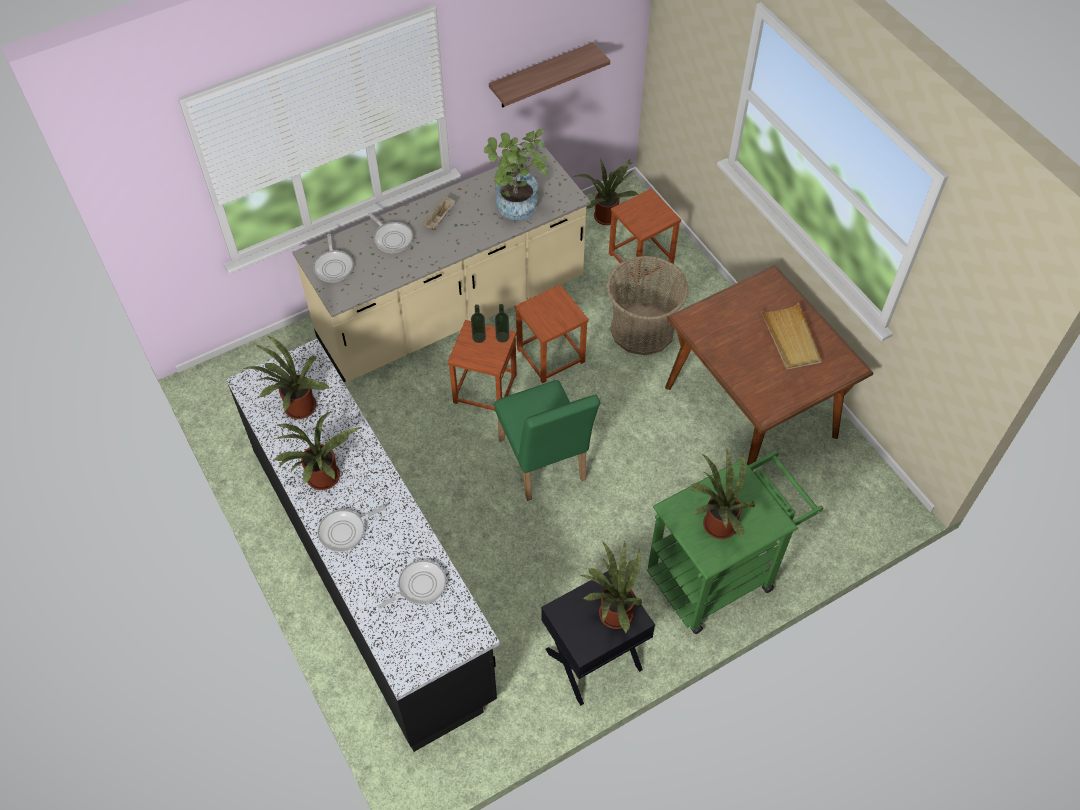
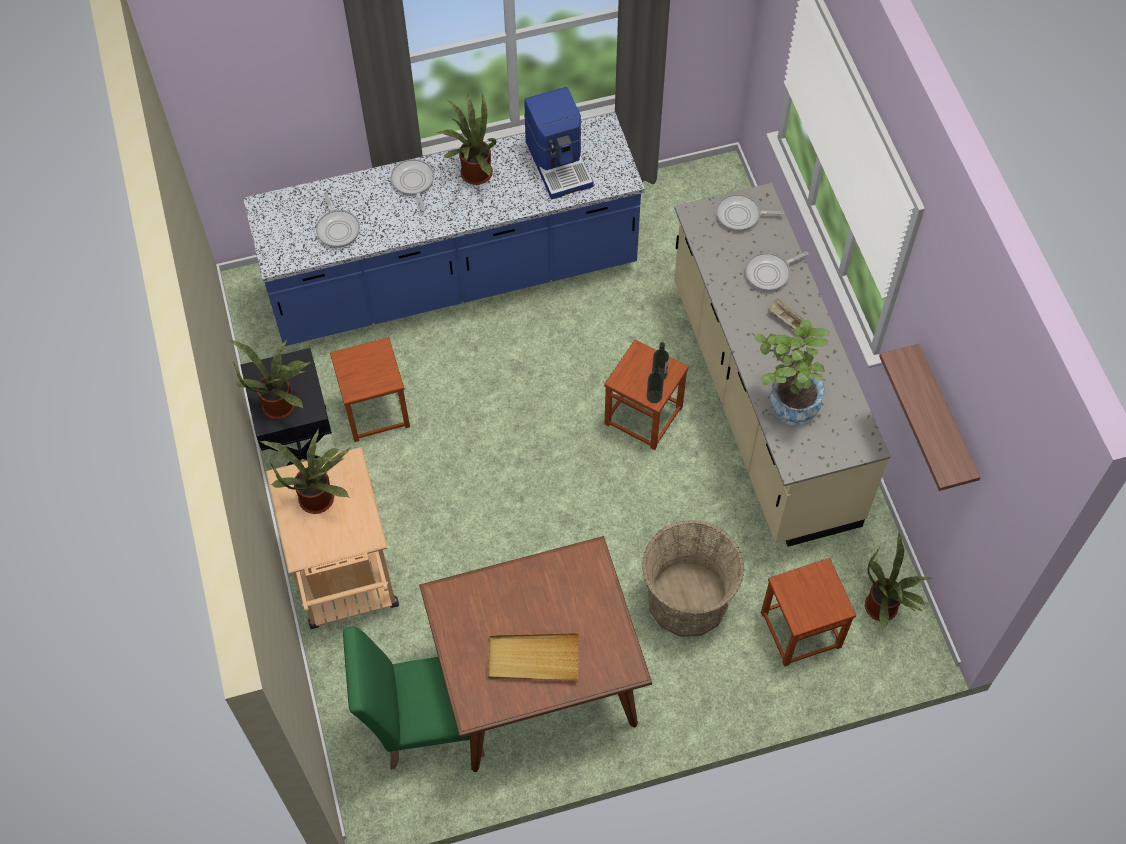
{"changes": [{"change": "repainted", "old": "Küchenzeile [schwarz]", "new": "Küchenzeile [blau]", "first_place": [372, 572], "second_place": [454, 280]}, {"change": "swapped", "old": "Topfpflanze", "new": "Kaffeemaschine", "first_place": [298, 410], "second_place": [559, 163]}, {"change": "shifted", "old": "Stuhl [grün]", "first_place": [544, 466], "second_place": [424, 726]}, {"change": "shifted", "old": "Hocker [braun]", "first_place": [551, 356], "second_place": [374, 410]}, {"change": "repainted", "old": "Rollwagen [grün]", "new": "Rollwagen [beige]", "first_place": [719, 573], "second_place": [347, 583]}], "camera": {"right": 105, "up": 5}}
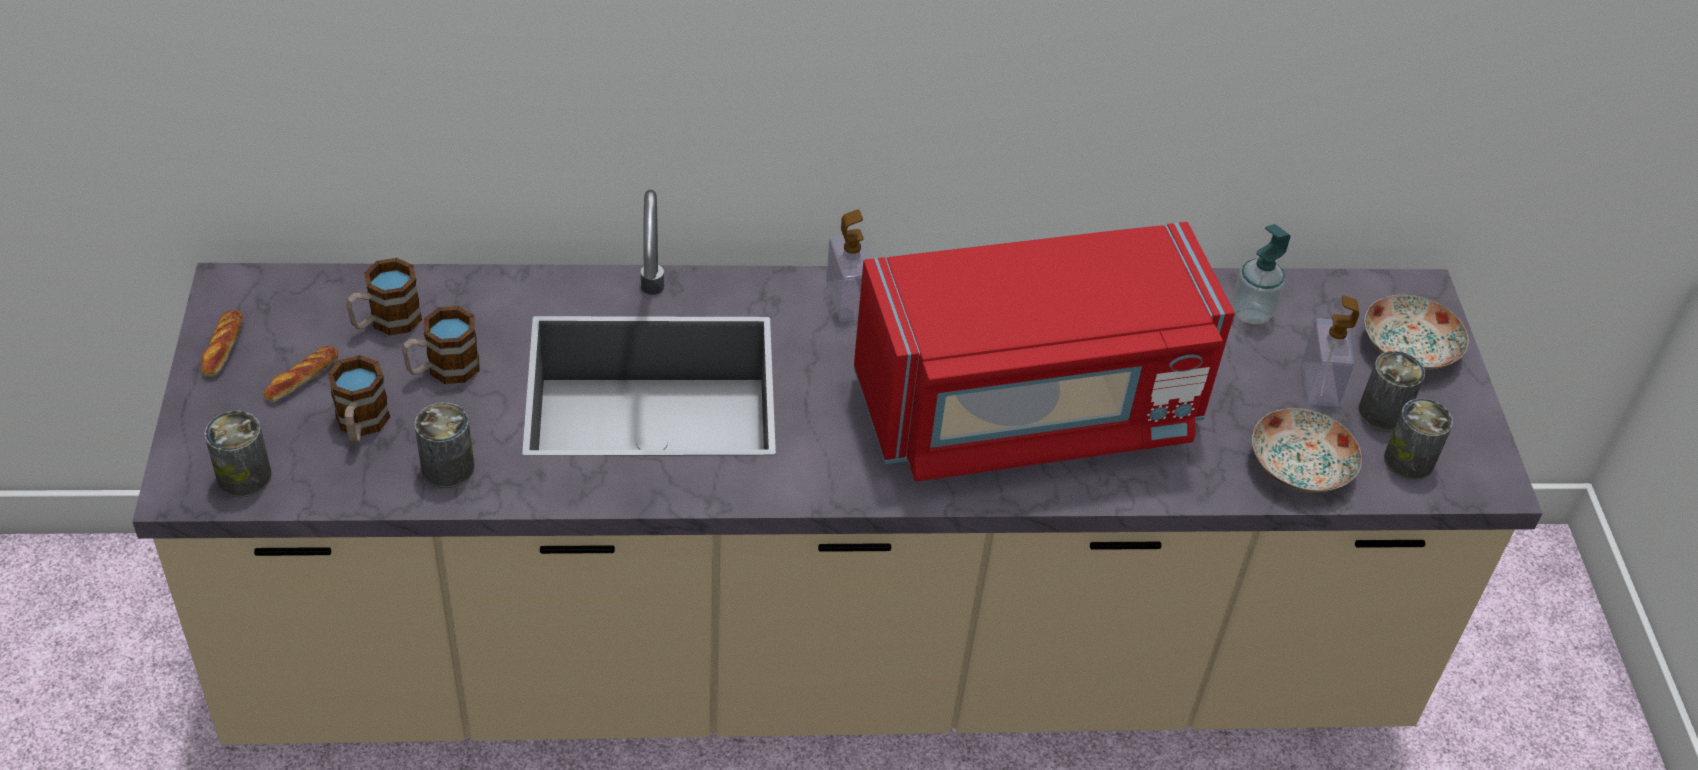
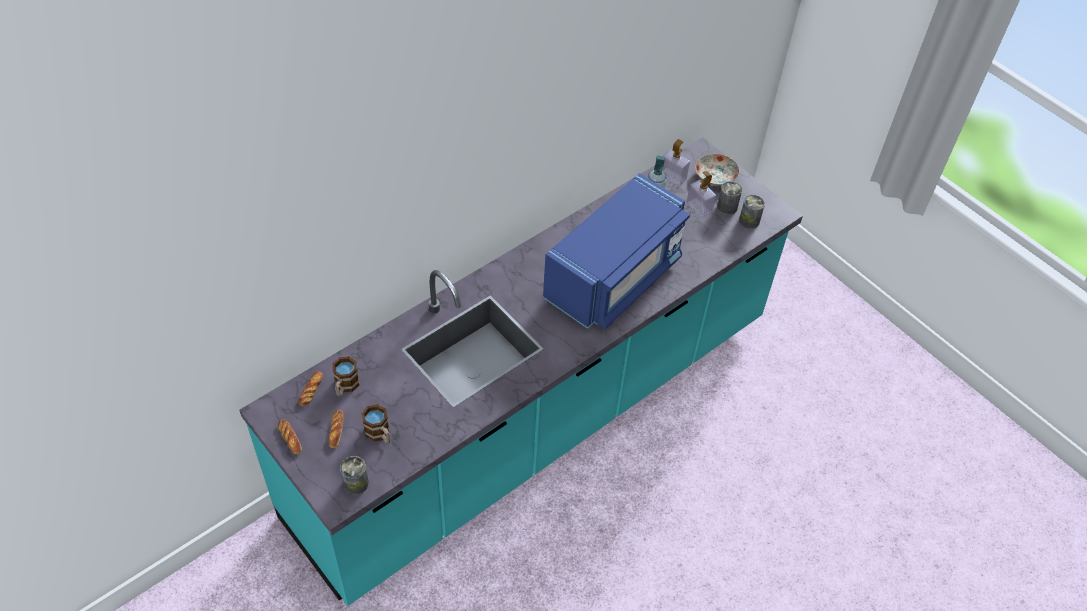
{"changes": [{"change": "repainted", "old": "Küchenzeile [beige]", "new": "Küchenzeile [türkis]", "first_place": [824, 655], "second_place": [536, 418]}, {"change": "gone", "old": "Henkelbecher", "first_place": [443, 369]}, {"change": "gone", "old": "Dose", "first_place": [448, 468]}, {"change": "shifted", "old": "Seifenspender", "first_place": [847, 300], "second_place": [672, 177]}, {"change": "repainted", "old": "Mikrowelle [rot]", "new": "Mikrowelle [blau]", "first_place": [1028, 411], "second_place": [614, 277]}, {"change": "gone", "old": "Teller", "first_place": [1298, 466]}, {"change": "new", "new": "Brot", "second_place": [311, 390]}], "camera": {"right": -35, "up": 5}}
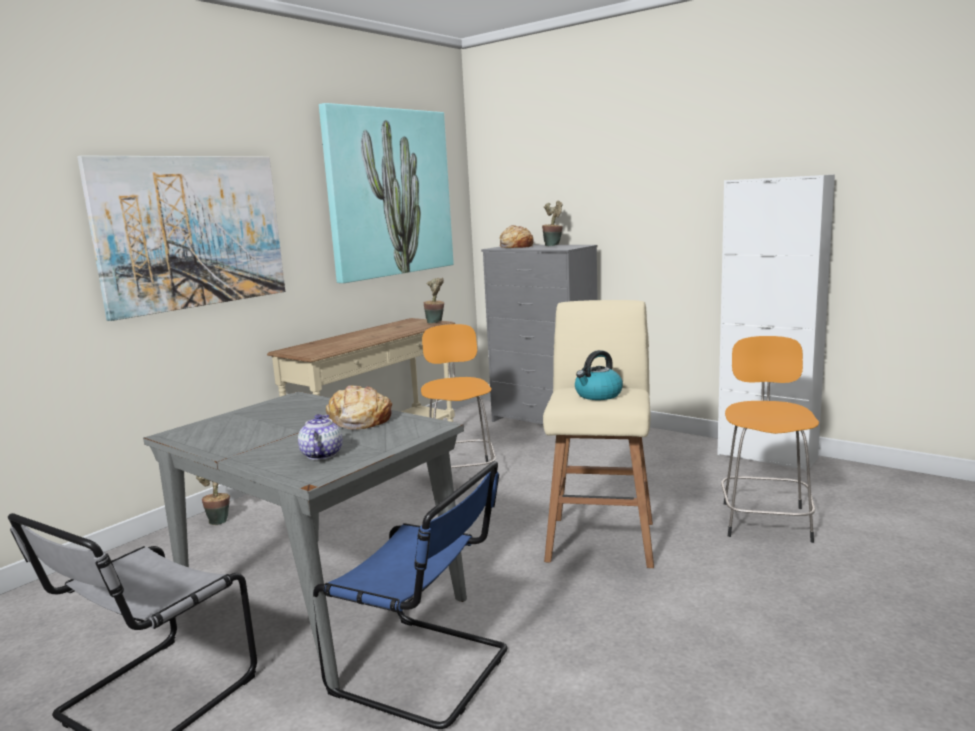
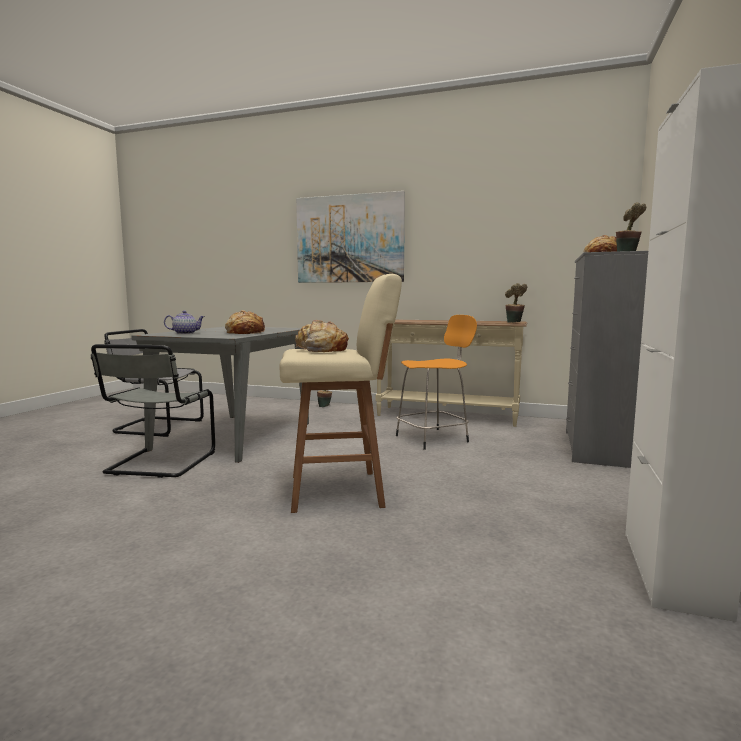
{"changes": [{"change": "repainted", "old": "Stuhl [blau]", "new": "Stuhl [grau]", "first_place": [426, 671], "second_place": [159, 464]}, {"change": "gone", "old": "Bild", "first_place": [389, 193]}, {"change": "swapped", "old": "Wasserkessel", "new": "Brot", "first_place": [598, 395], "second_place": [320, 350]}, {"change": "gone", "old": "Hocker [orange]", "first_place": [765, 520]}], "camera": {"right": 70, "up": -5}}
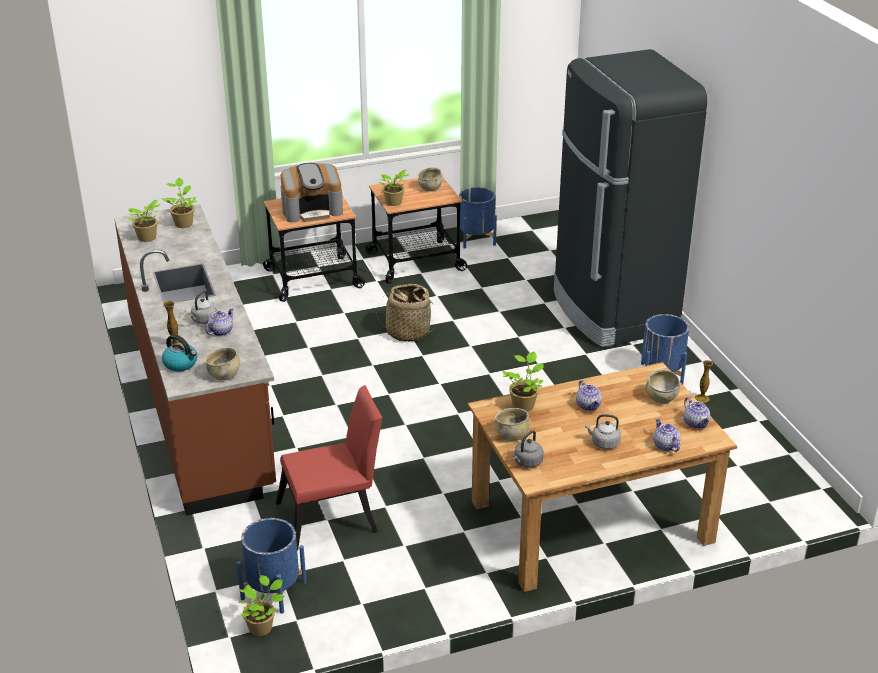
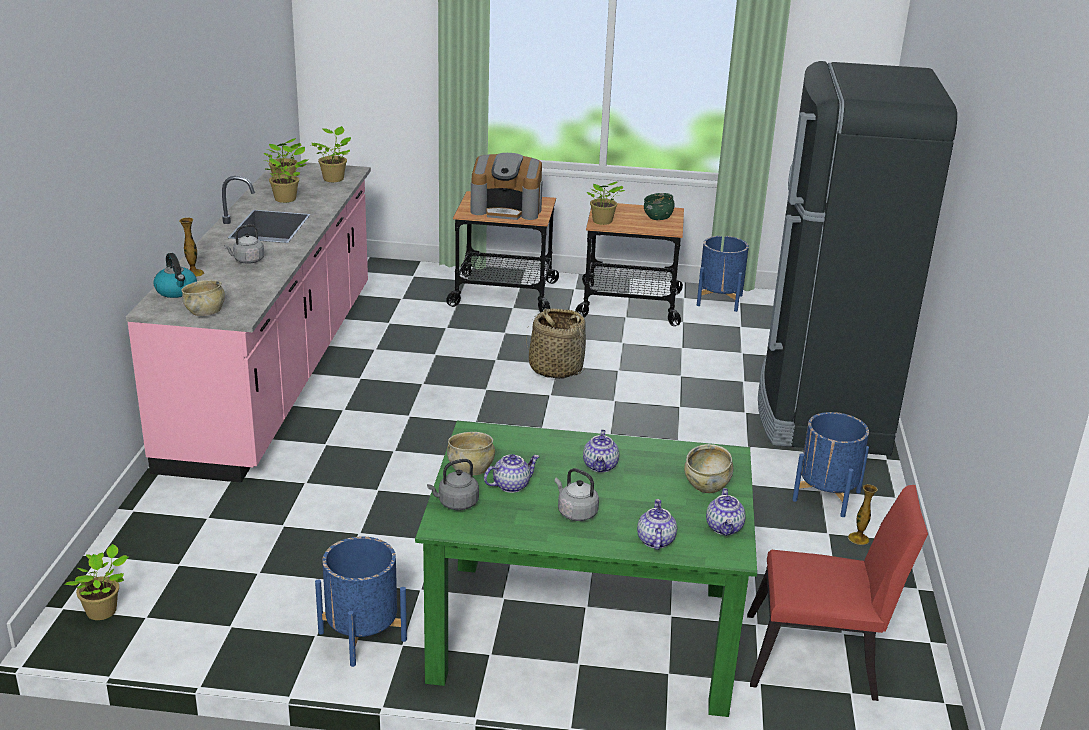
{"changes": [{"change": "repainted", "old": "Küchenzeile [braun]", "new": "Küchenzeile [rosa]", "first_place": [200, 400], "second_place": [276, 372]}, {"change": "shifted", "old": "Teekanne", "first_place": [221, 331], "second_place": [511, 485]}, {"change": "shifted", "old": "Pflanzkübel [blau]", "first_place": [273, 590], "second_place": [362, 636]}, {"change": "shifted", "old": "Stuhl [rot]", "first_place": [334, 517], "second_place": [821, 659]}, {"change": "repainted", "old": "Schüssel [beige]", "new": "Schüssel [grün]", "first_place": [430, 188], "second_place": [658, 217]}, {"change": "repainted", "old": "Esstisch [braun]", "new": "Esstisch [grün]", "first_place": [591, 520], "second_place": [586, 631]}, {"change": "shifted", "old": "Topfpflanze", "first_place": [523, 405], "second_place": [287, 198]}], "camera": {"right": 25, "up": -5}}
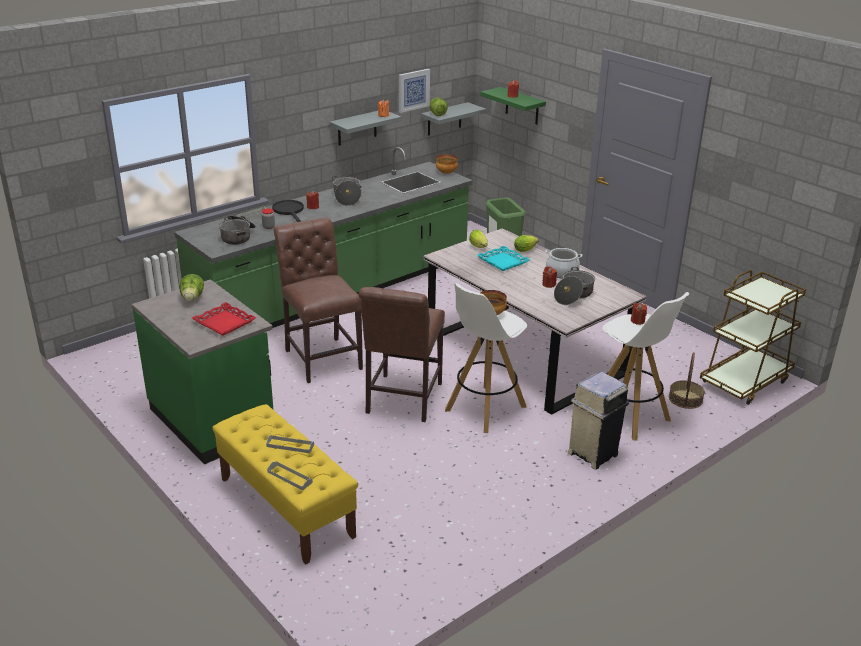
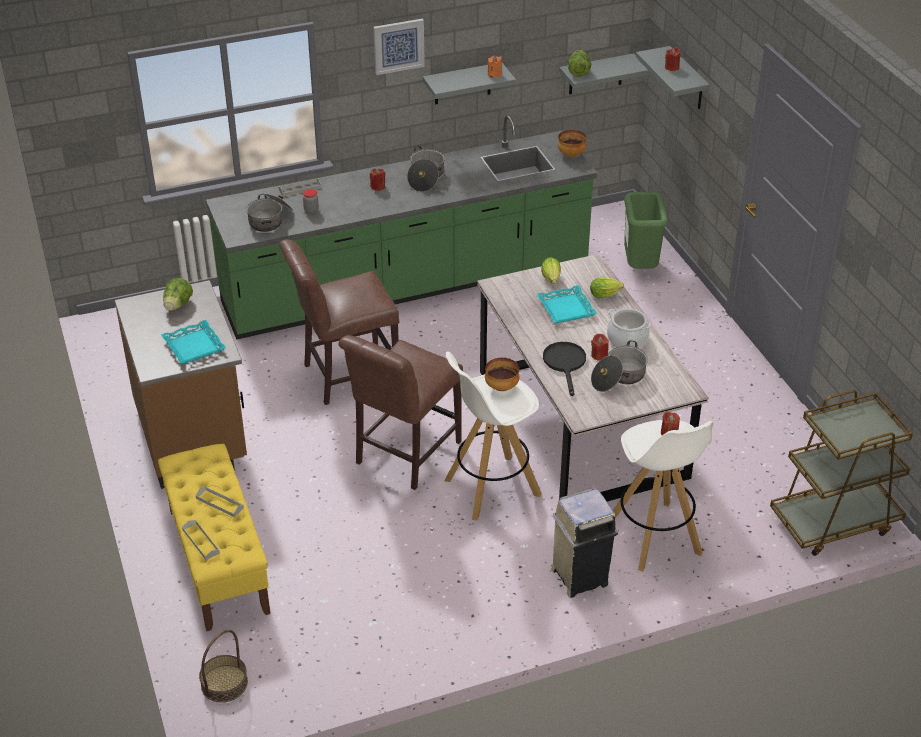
{"changes": [{"change": "repainted", "old": "Küchenzeile [grün]", "new": "Küchenzeile [braun]", "first_place": [213, 420], "second_place": [193, 435]}, {"change": "repainted", "old": "Tablett [rot]", "new": "Tablett [türkis]", "first_place": [225, 323], "second_place": [194, 346]}, {"change": "shifted", "old": "Pfanne [schwarz]", "first_place": [289, 211], "second_place": [565, 364]}, {"change": "rotated", "old": "Stuhl [braun]", "first_place": [322, 357], "second_place": [345, 376], "degrees": -105}, {"change": "shifted", "old": "Bild", "first_place": [413, 90], "second_place": [398, 46]}, {"change": "repainted", "old": "Wandregal [grün]", "new": "Wandregal [grau]", "first_place": [522, 106], "second_place": [687, 79]}, {"change": "shifted", "old": "Korb", "first_place": [685, 399], "second_place": [224, 683]}], "camera": {"right": 20, "up": 10}}
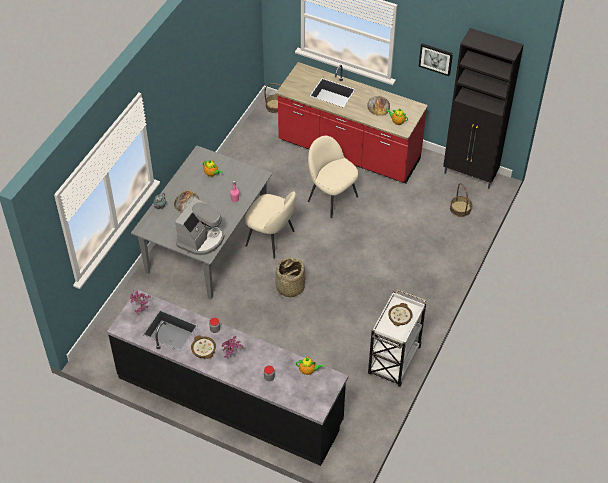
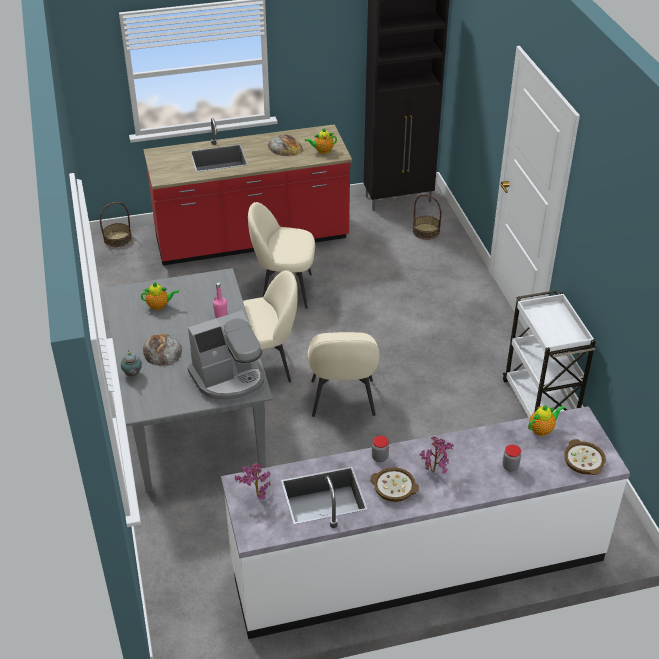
{"changes": [{"change": "repainted", "old": "Küchenzeile [schwarz]", "new": "Küchenzeile [weiß]", "first_place": [230, 399], "second_place": [417, 563]}, {"change": "rotated", "old": "Kaffeemaschine", "first_place": [201, 239], "second_place": [229, 378], "degrees": 75}, {"change": "swapped", "old": "Korb", "new": "Stuhl [beige]", "first_place": [289, 287], "second_place": [342, 399]}, {"change": "shifted", "old": "Schüssel", "first_place": [400, 317], "second_place": [584, 461]}, {"change": "gone", "old": "Bild", "first_place": [436, 59]}], "camera": {"right": -40, "up": -10}}
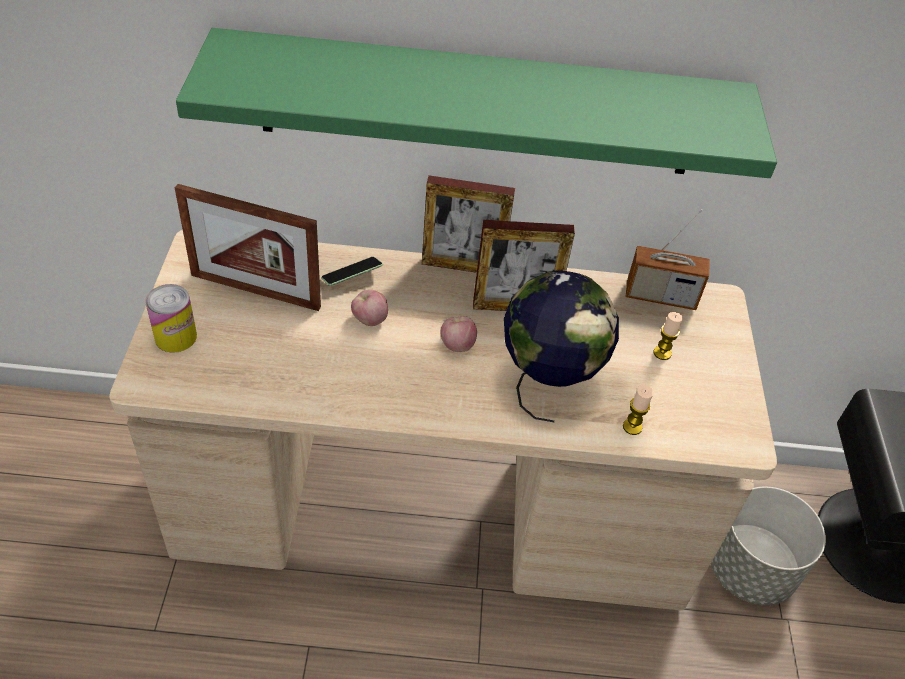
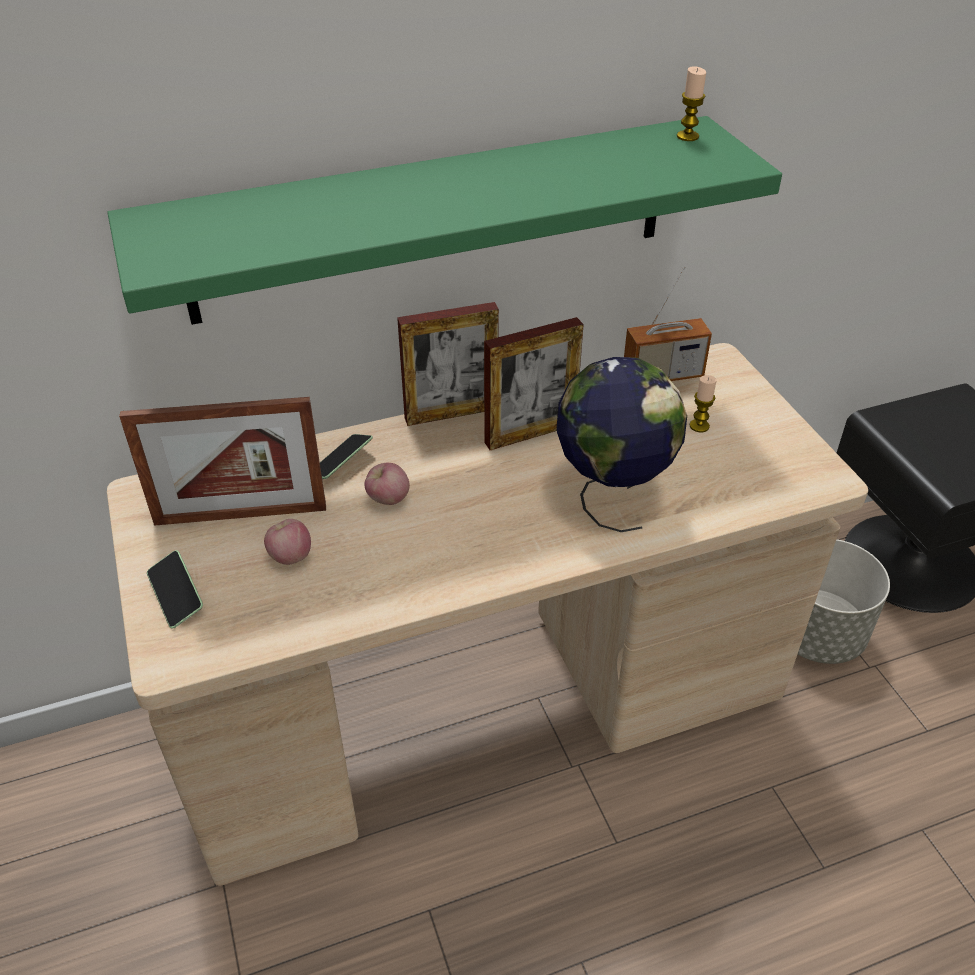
{"changes": [{"change": "swapped", "old": "Dose", "new": "Handy", "first_place": [176, 337], "second_place": [176, 596]}, {"change": "shifted", "old": "Apfel", "first_place": [457, 345], "second_place": [290, 556]}, {"change": "shifted", "old": "Kerze", "first_place": [632, 427], "second_place": [687, 136]}], "camera": {"right": -20, "up": -5}}
